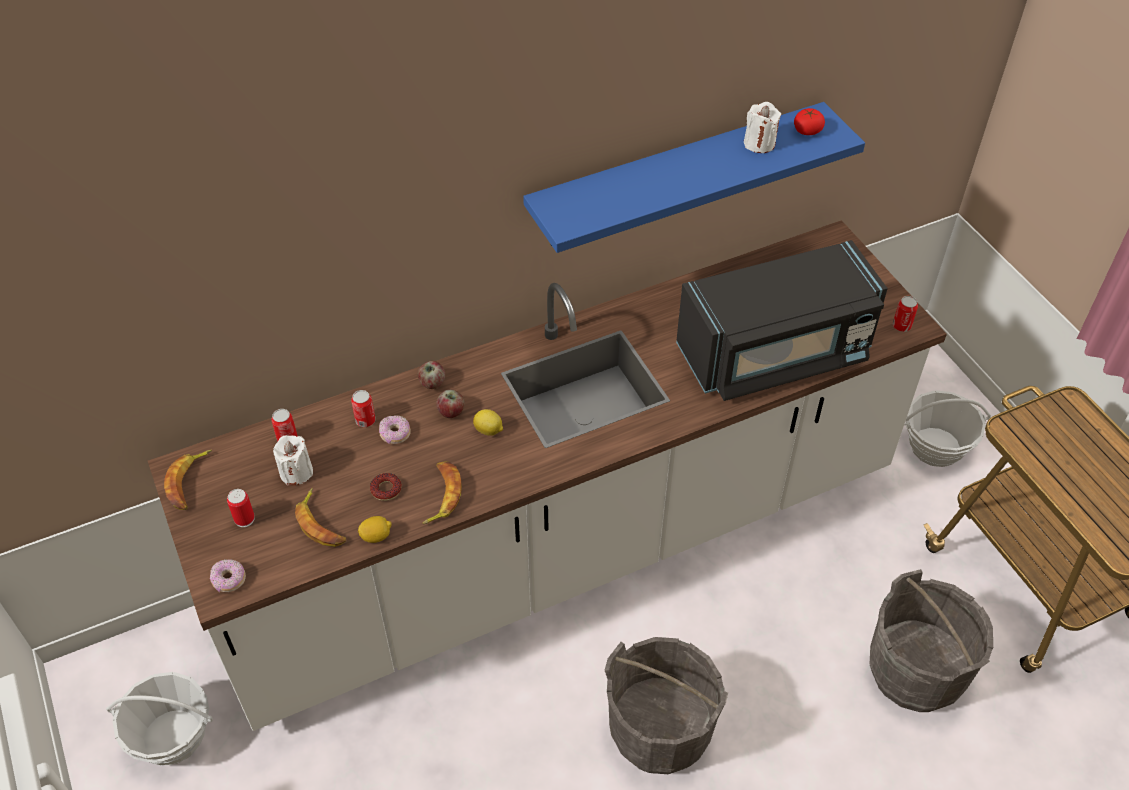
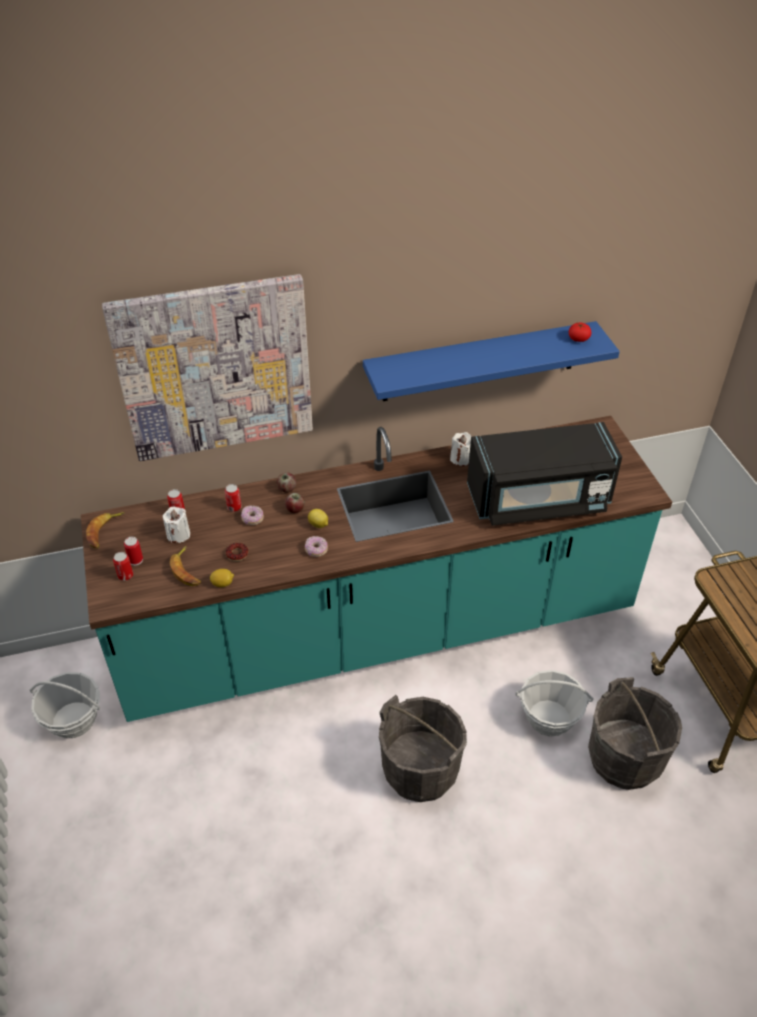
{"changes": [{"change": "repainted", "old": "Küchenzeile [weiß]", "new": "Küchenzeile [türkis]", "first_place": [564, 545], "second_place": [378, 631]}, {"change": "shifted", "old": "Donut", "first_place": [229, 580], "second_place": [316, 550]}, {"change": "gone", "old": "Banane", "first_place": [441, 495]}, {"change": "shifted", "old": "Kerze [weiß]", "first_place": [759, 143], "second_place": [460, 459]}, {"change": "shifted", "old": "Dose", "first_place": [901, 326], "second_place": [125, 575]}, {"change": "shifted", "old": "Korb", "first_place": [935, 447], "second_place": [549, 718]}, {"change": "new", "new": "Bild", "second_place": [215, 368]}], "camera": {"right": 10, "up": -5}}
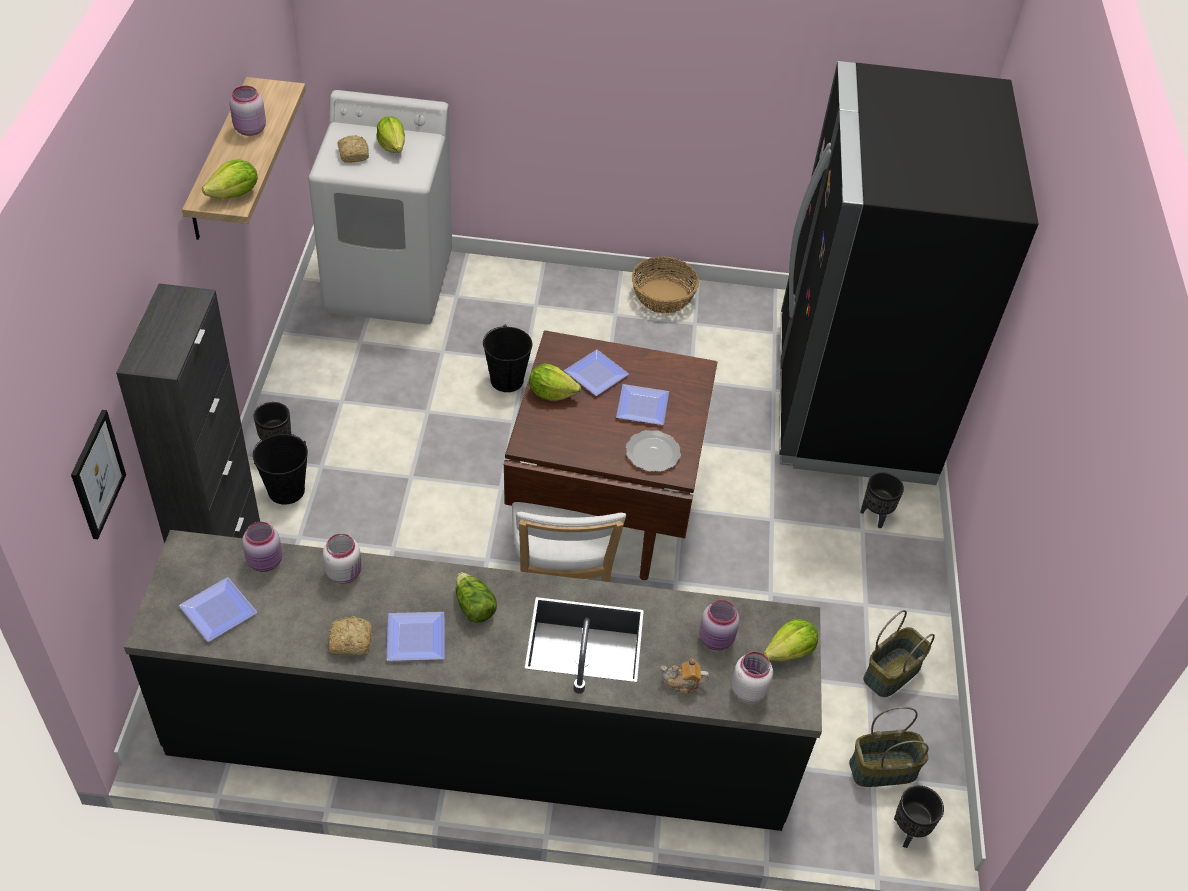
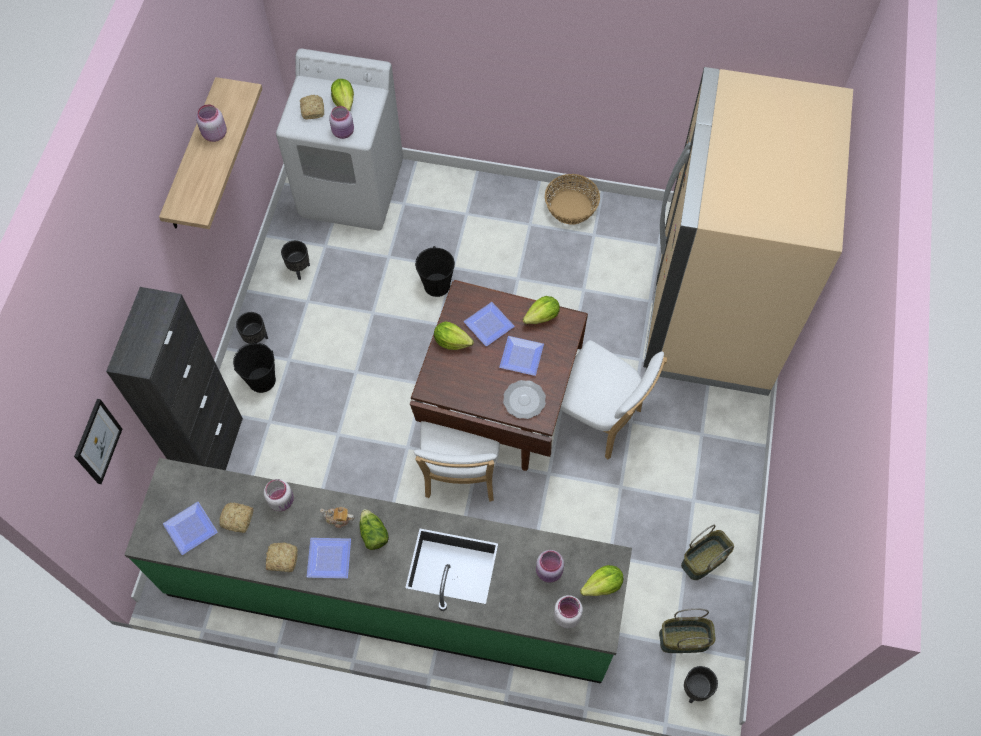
{"changes": [{"change": "repainted", "old": "Küchenzeile [schwarz]", "new": "Küchenzeile [grün]", "first_place": [482, 735], "second_place": [391, 594]}, {"change": "shifted", "old": "Salatkopf", "first_place": [235, 194], "second_place": [542, 317]}, {"change": "shifted", "old": "Vorratsglas [rosa]", "first_place": [266, 562], "second_place": [344, 132]}, {"change": "shifted", "old": "Teekanne", "first_place": [682, 683], "second_place": [338, 519]}, {"change": "repainted", "old": "Kühlschrank [schwarz]", "new": "Kühlschrank [beige]", "first_place": [851, 401], "second_place": [712, 313]}, {"change": "shifted", "old": "Pflanzkübel [schwarz]", "first_place": [875, 516], "second_place": [299, 270]}, {"change": "new", "new": "Brot", "second_place": [238, 520]}, {"change": "new", "new": "Stuhl [weiß]", "second_place": [598, 419]}], "camera": {"right": 10, "up": 15}}
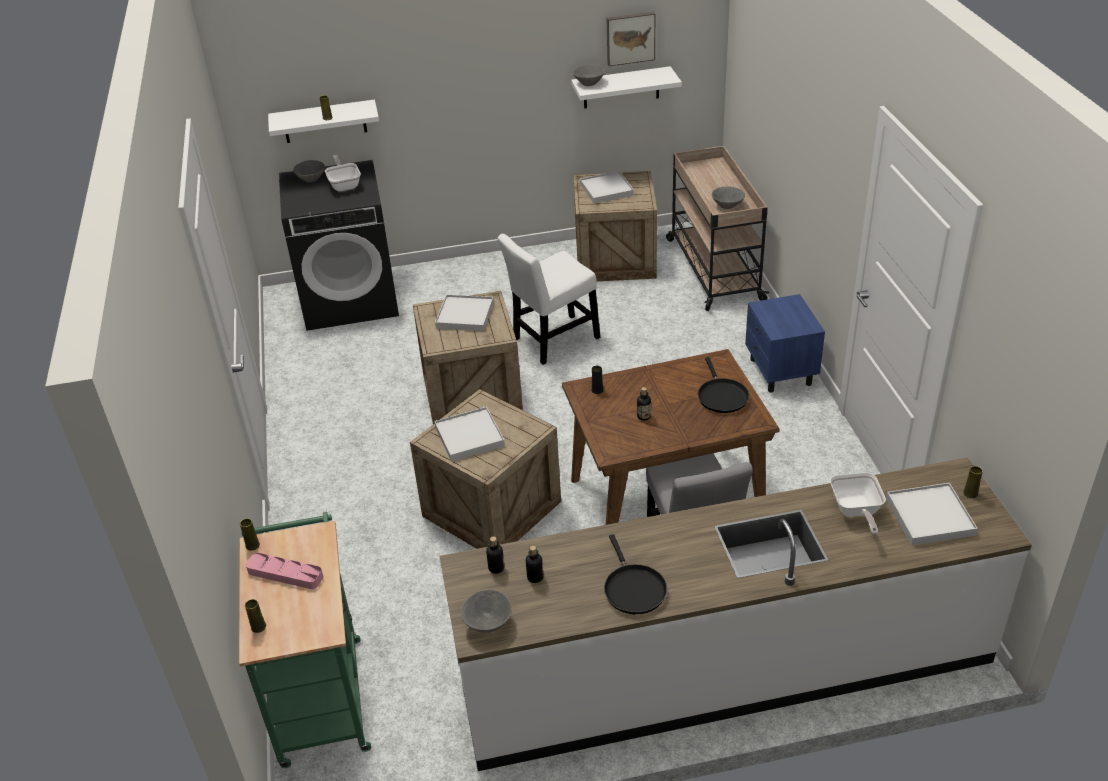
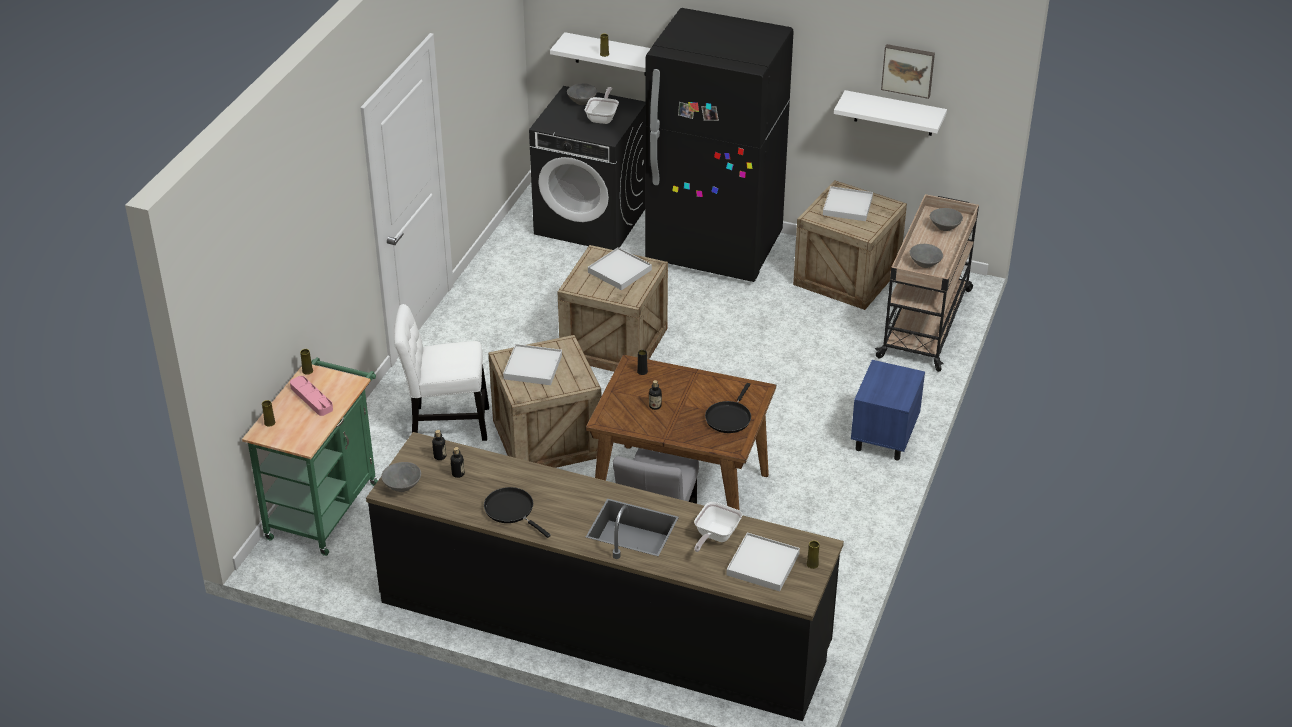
{"changes": [{"change": "repainted", "old": "Küchenzeile [weiß]", "new": "Küchenzeile [schwarz]", "first_place": [724, 667], "second_place": [603, 624]}, {"change": "shifted", "old": "Stuhl [weiß]", "first_place": [553, 340], "second_place": [445, 424]}, {"change": "shifted", "old": "Schüssel [grau]", "first_place": [588, 83], "second_place": [944, 227]}, {"change": "rotated", "old": "Pfanne [schwarz]", "first_place": [633, 588], "second_place": [511, 510], "degrees": 120}, {"change": "new", "new": "Kühlschrank [schwarz]", "second_place": [714, 250]}], "camera": {"right": 30, "up": 0}}
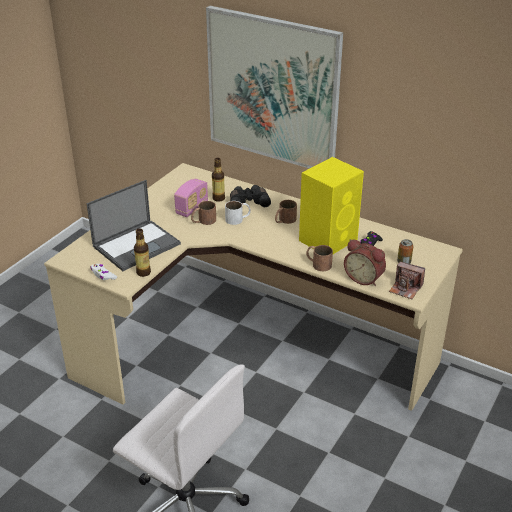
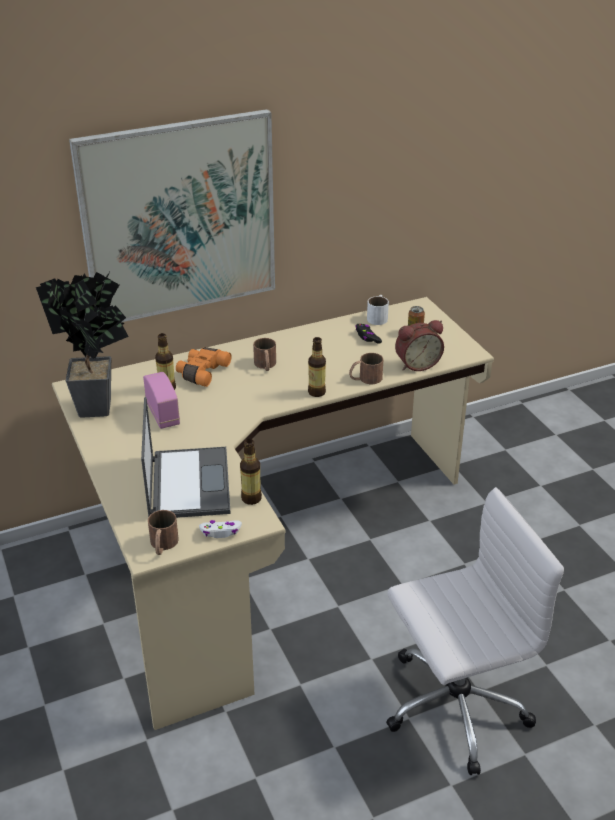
{"changes": [{"change": "shifted", "old": "Henkelbecher [braun]", "first_place": [203, 221], "second_place": [162, 545]}, {"change": "shifted", "old": "Henkelbecher [weiß]", "first_place": [238, 219], "second_place": [378, 316]}, {"change": "repainted", "old": "Fernglas [schwarz]", "new": "Fernglas [orange]", "first_place": [248, 202], "second_place": [201, 372]}, {"change": "gone", "old": "Lautsprecher [gelb]", "first_place": [329, 239]}, {"change": "gone", "old": "Kamera", "first_place": [405, 288]}, {"change": "new", "new": "Topfpflanze", "second_place": [100, 410]}, {"change": "new", "new": "Flasche", "second_place": [316, 392]}], "camera": {"right": -55, "up": 0}}
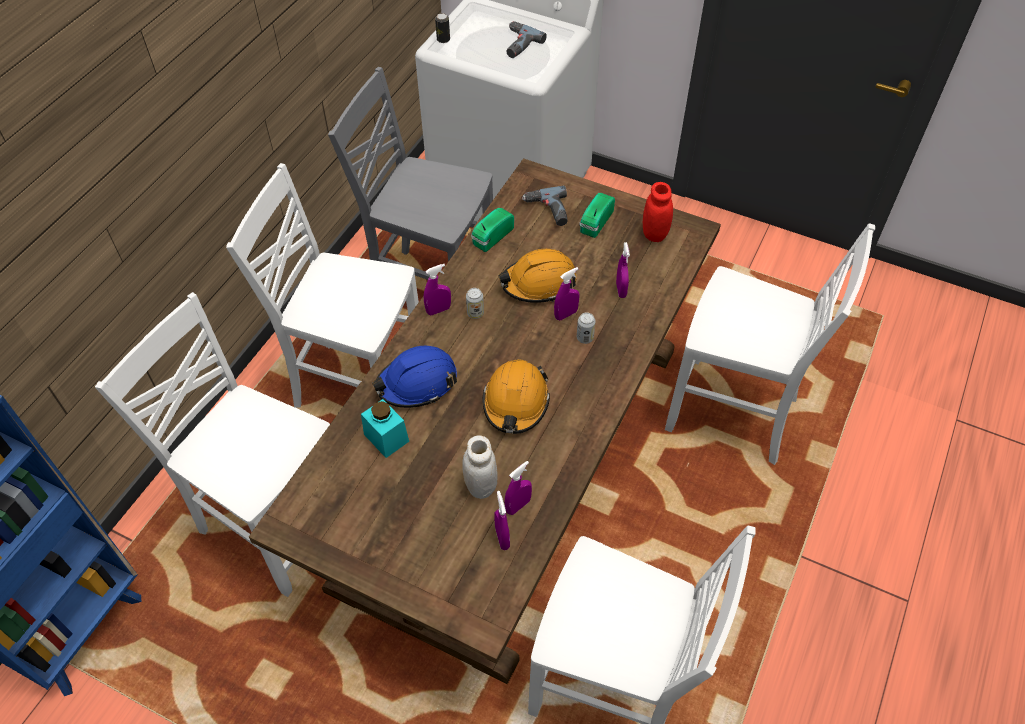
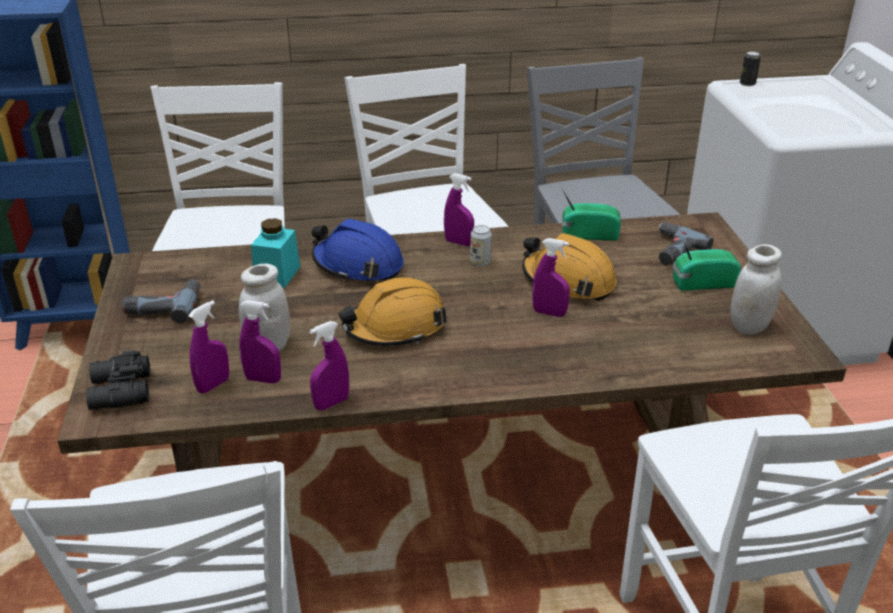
{"changes": [{"change": "shifted", "old": "Bohrmaschine", "first_place": [517, 44], "second_place": [163, 306]}, {"change": "gone", "old": "Dose", "first_place": [585, 338]}, {"change": "shifted", "old": "Sprühflasche [lila]", "first_place": [621, 290], "second_place": [331, 403]}, {"change": "repainted", "old": "Vorratsglas [rot]", "new": "Vorratsglas [weiß]", "first_place": [654, 234], "second_place": [749, 326]}, {"change": "new", "new": "Fernglas [schwarz]", "second_place": [119, 392]}], "camera": {"right": 55, "up": -20}}
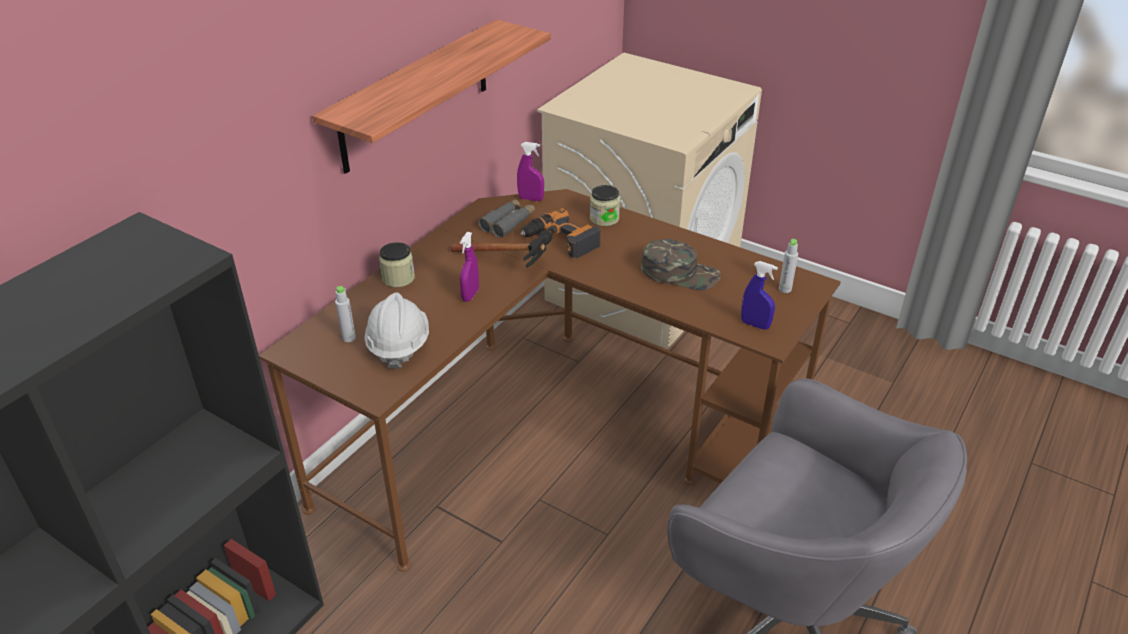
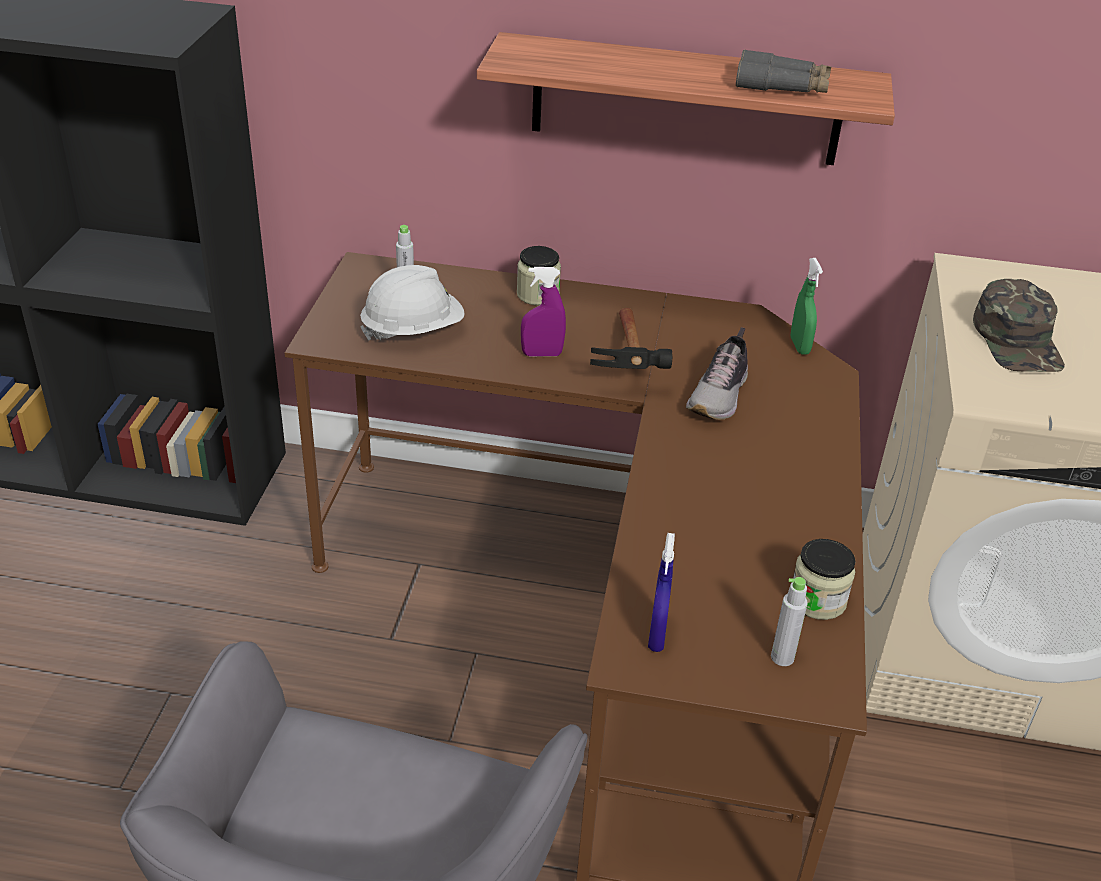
{"changes": [{"change": "shifted", "old": "Fernglas [grau]", "first_place": [508, 223], "second_place": [782, 86]}, {"change": "repainted", "old": "Sprühflasche [lila]", "new": "Sprühflasche [grün]", "first_place": [531, 199], "second_place": [799, 346]}, {"change": "swapped", "old": "Bohrmaschine", "new": "Schuh", "first_place": [560, 241], "second_place": [719, 396]}, {"change": "shifted", "old": "Vorratsglas", "first_place": [604, 219], "second_place": [817, 600]}, {"change": "shifted", "old": "Kappe [grün]", "first_place": [680, 272], "second_place": [1018, 340]}], "camera": {"right": 65, "up": 0}}
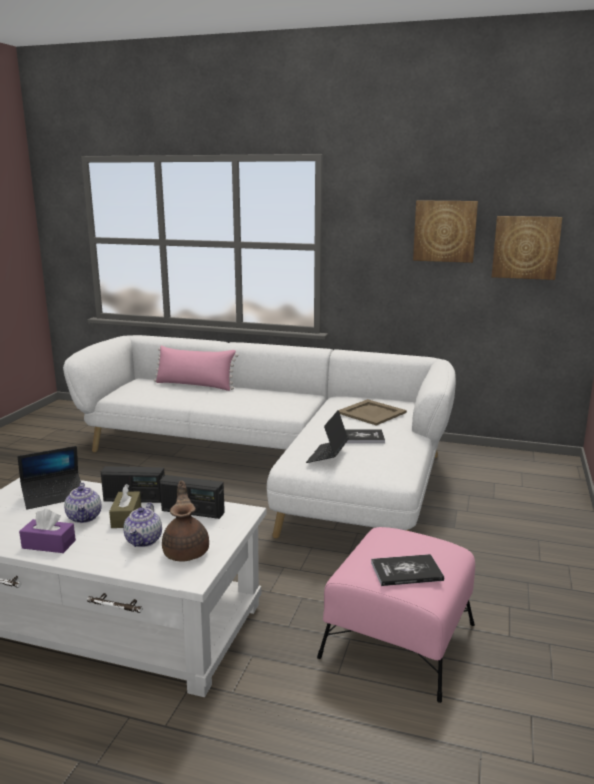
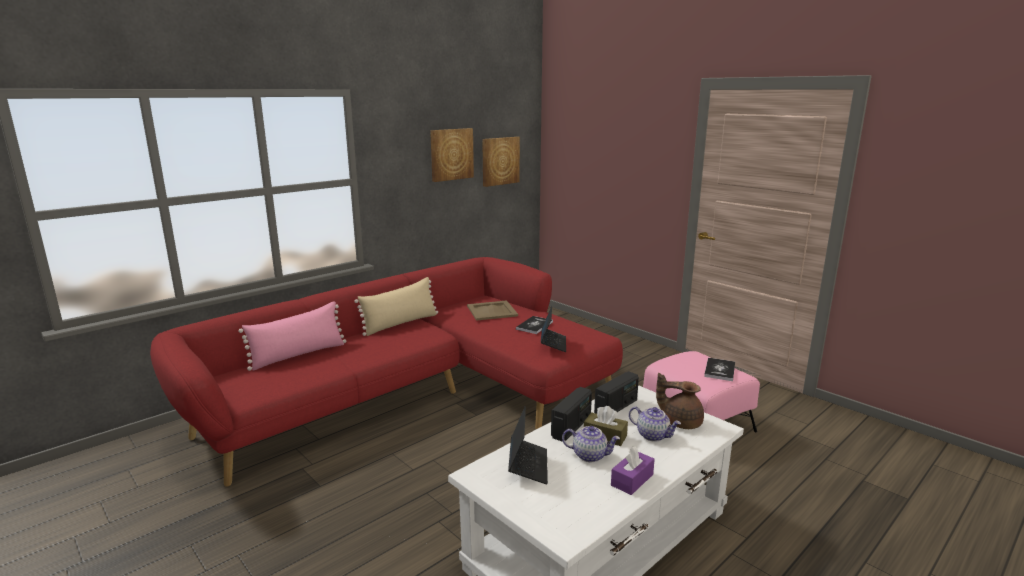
{"changes": [{"change": "repainted", "old": "Sofa [weiß]", "new": "Sofa [rot]", "first_place": [278, 465], "second_place": [418, 394]}, {"change": "rotated", "old": "Laptop", "first_place": [327, 456], "second_place": [553, 343], "degrees": -135}, {"change": "new", "new": "Kissen [beige]", "second_place": [400, 323]}], "camera": {"right": -60, "up": 0}}
